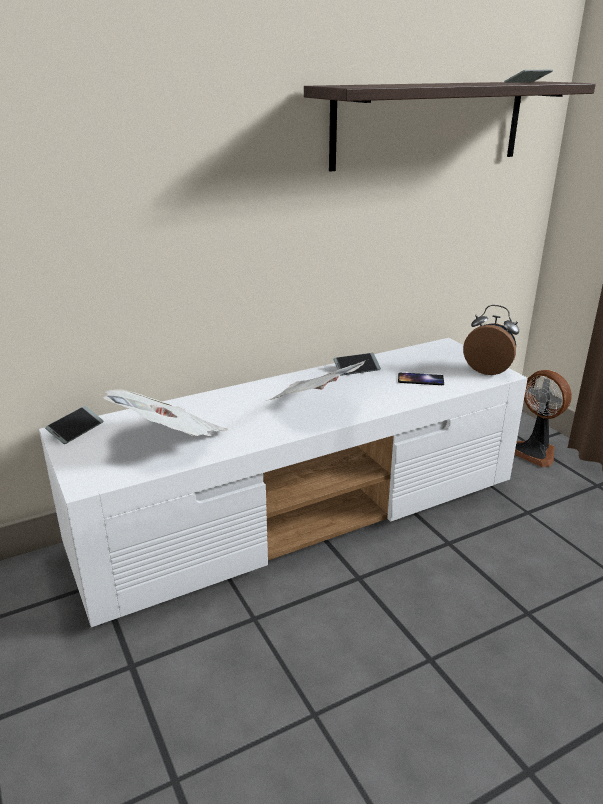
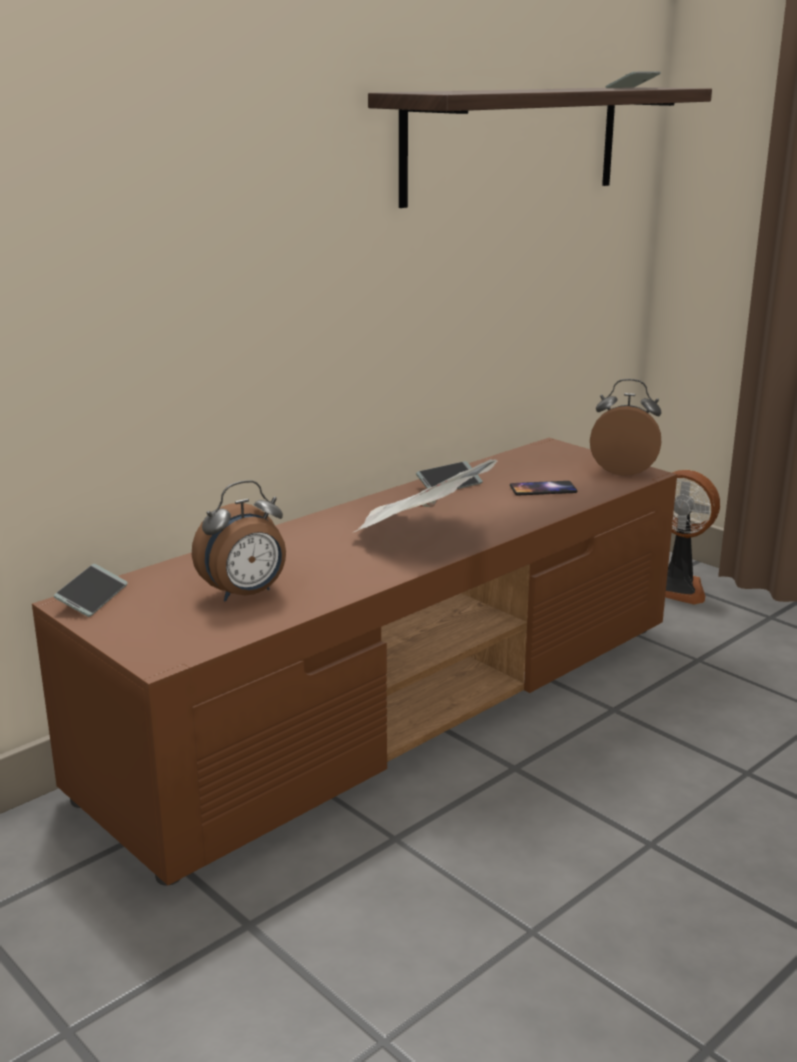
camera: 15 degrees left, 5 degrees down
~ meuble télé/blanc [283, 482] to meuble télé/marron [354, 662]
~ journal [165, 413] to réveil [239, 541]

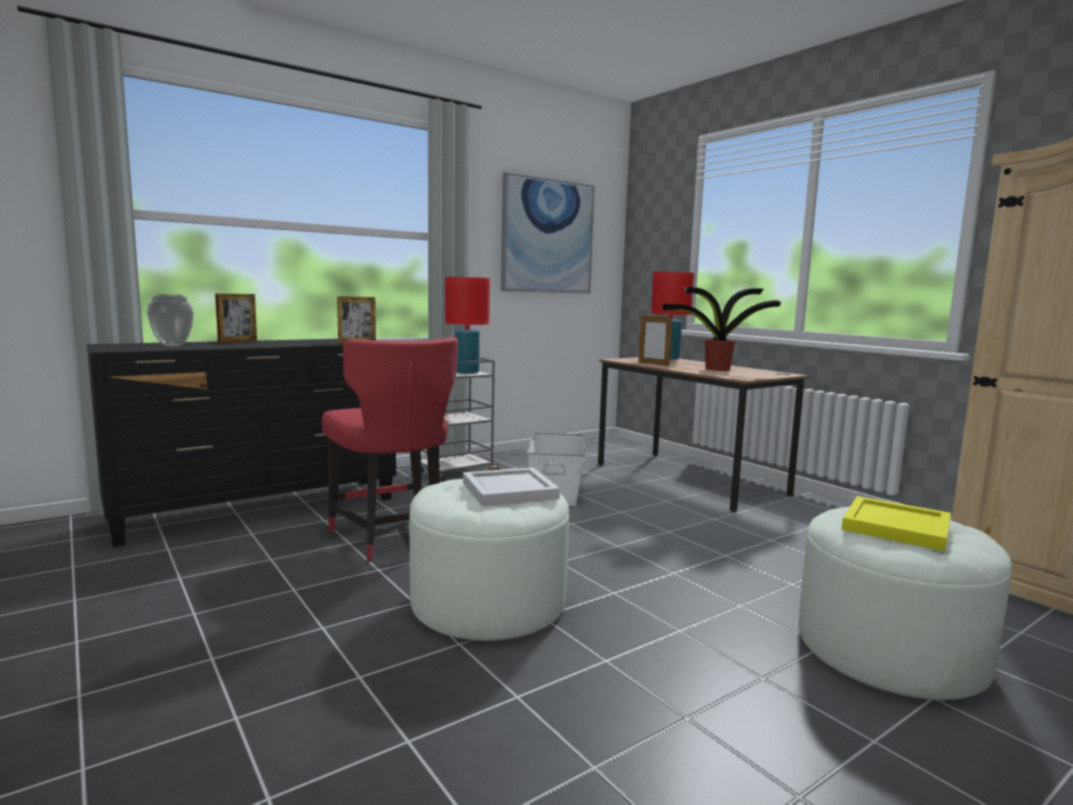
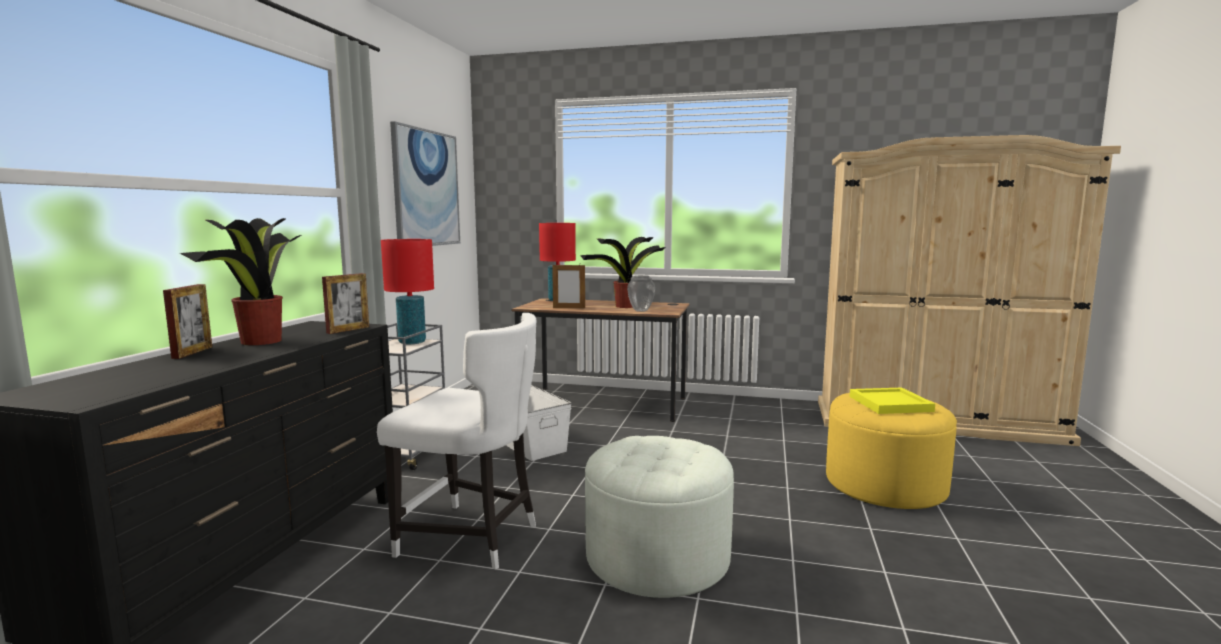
camera: 40 degrees left, 0 degrees up
+ plante en pot [240, 281]
~ chaise/rouge [390, 449] to chaise/blanc [457, 441]
~ vase [170, 320] to [641, 293]
~ pouf/blanc [905, 604] to pouf/jaune [891, 451]
- plateau/blanc [511, 486]

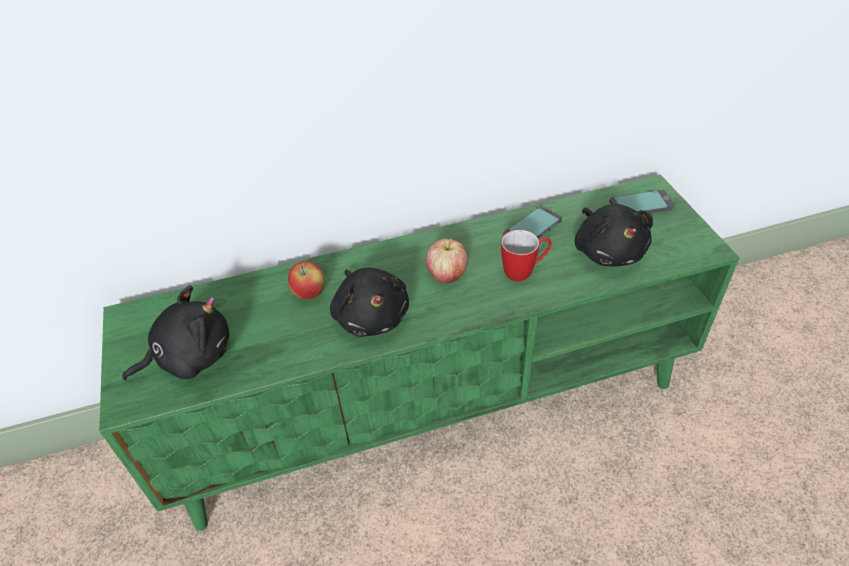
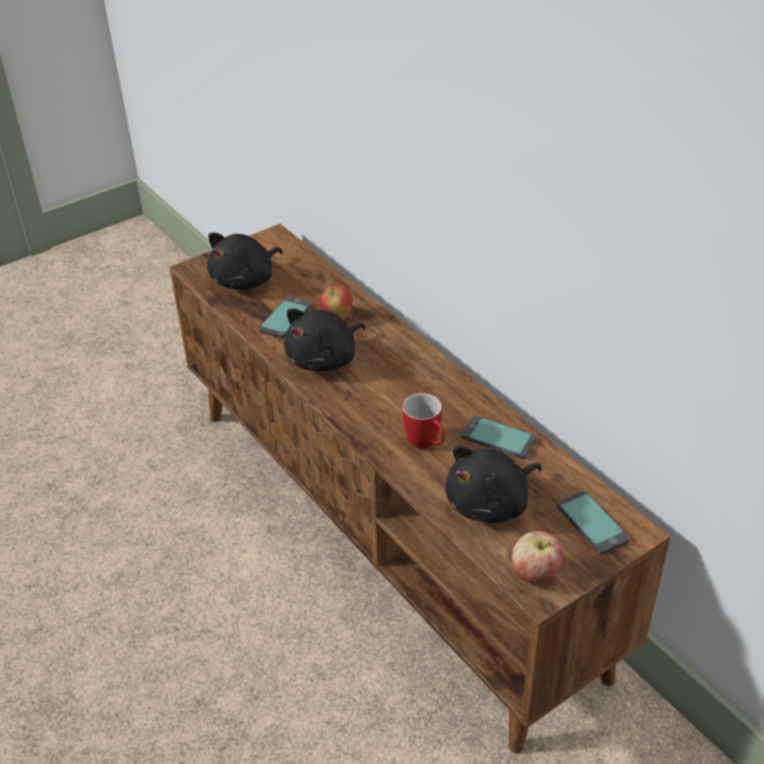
camera: 70 degrees right, 5 degrees down
~ meuble télé/vert [419, 352] to meuble télé/marron [420, 489]
~ peluche/noir [175, 333] = [245, 261] 90 degrees clockwise
+ téléphone [285, 317]
~ pomme [447, 260] to [537, 557]

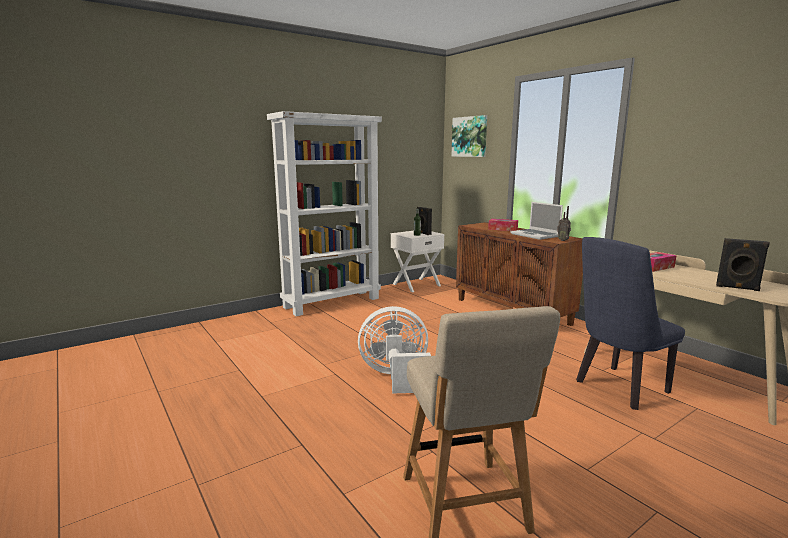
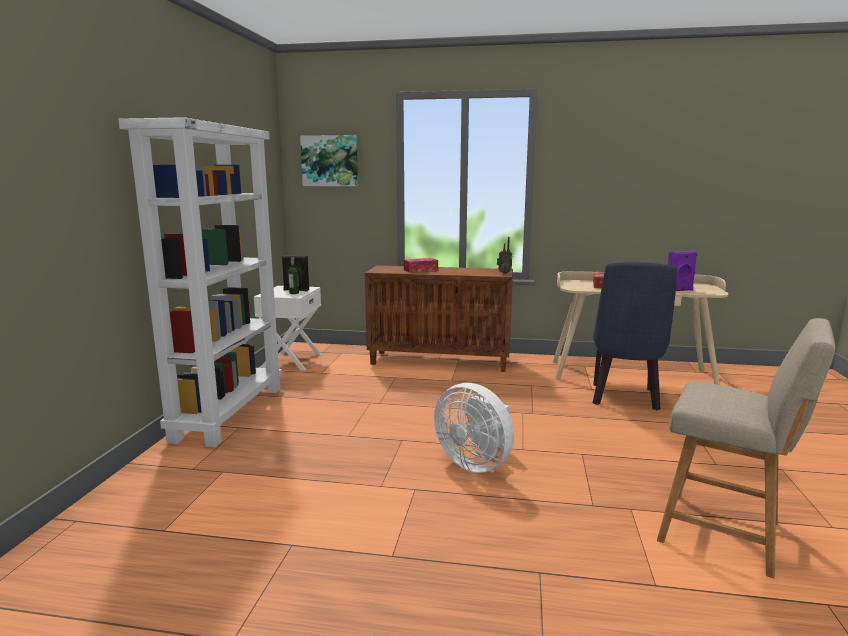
camera: 45 degrees left, 0 degrees up
~ ventilateur/blanc [394, 350] = [474, 428] 90 degrees counterclockwise
~ enceinte/noir [743, 264] to enceinte/violet [683, 271]
- ordinateur portable [536, 221]

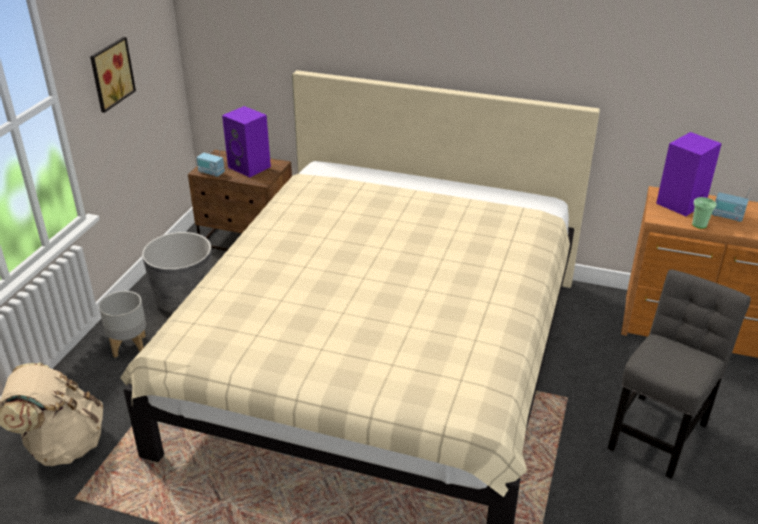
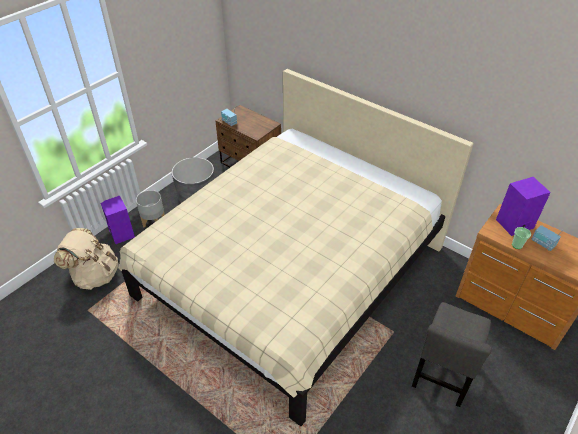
camera: 20 degrees right, 10 degrees up
~ enceinte/violet [246, 141] to [117, 220]
~ chaise/gris [679, 374] = [452, 354] 150 degrees clockwise
- tableau [113, 75]

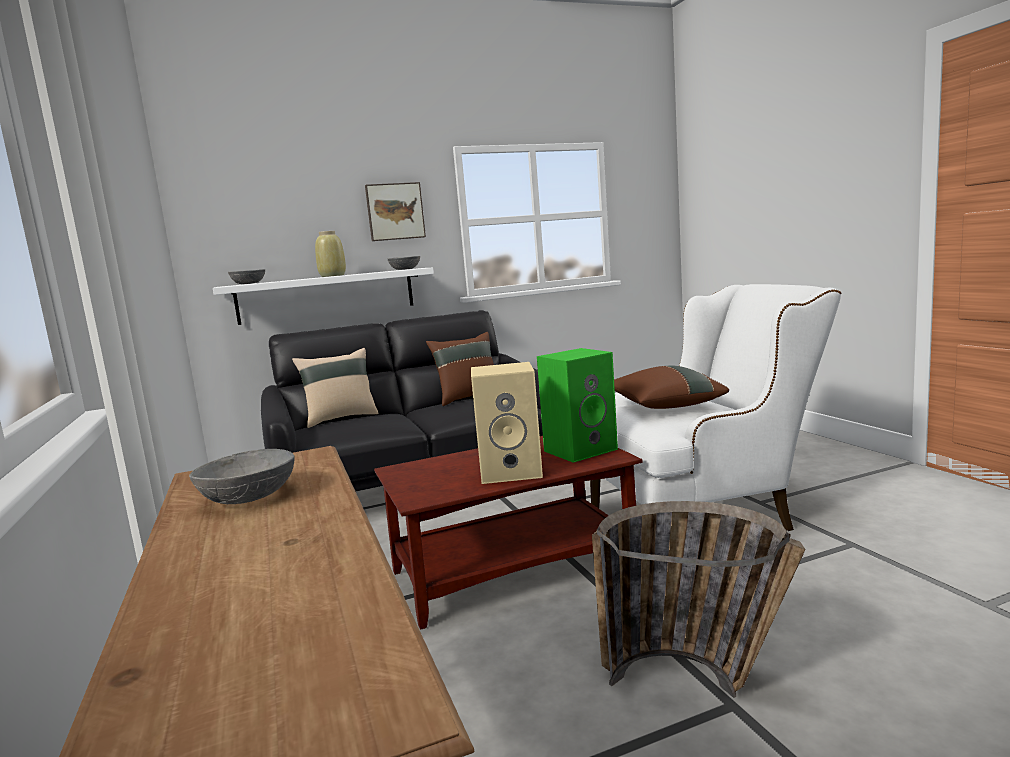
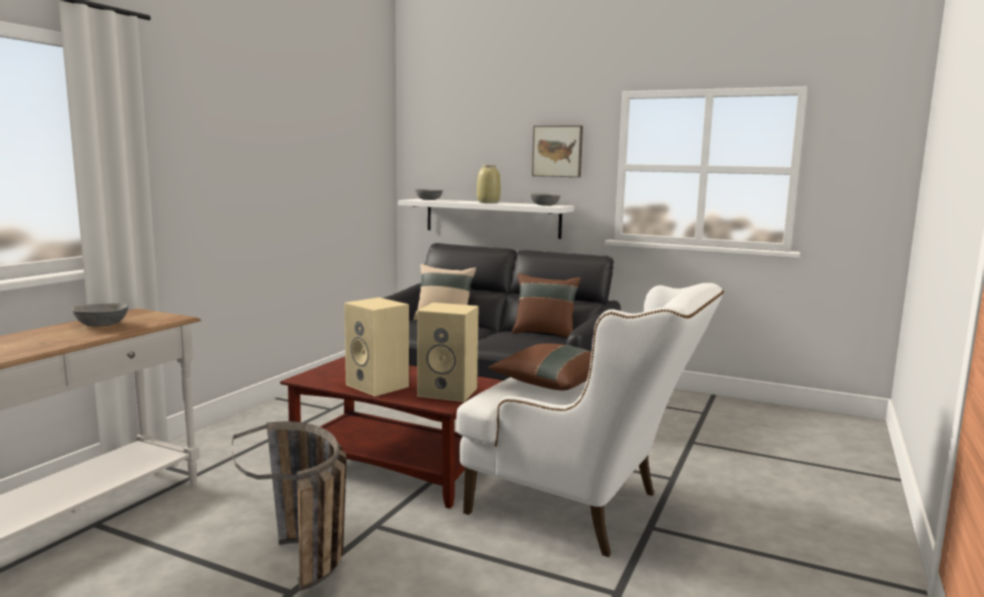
camera: 45 degrees right, 0 degrees up
~ enceinte/vert [577, 405] to enceinte/beige [448, 352]

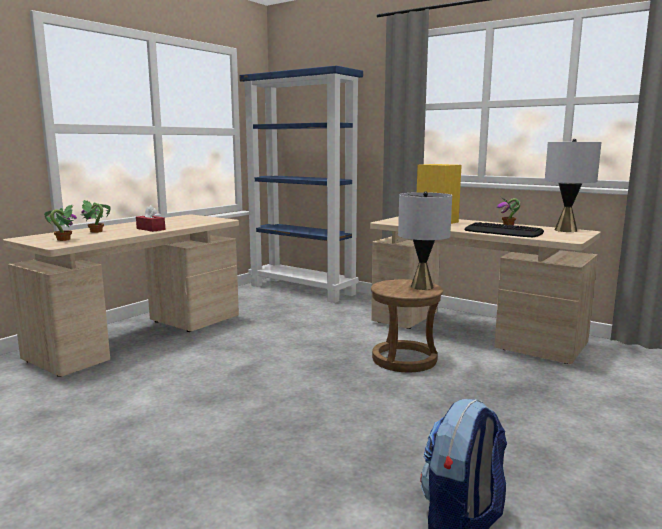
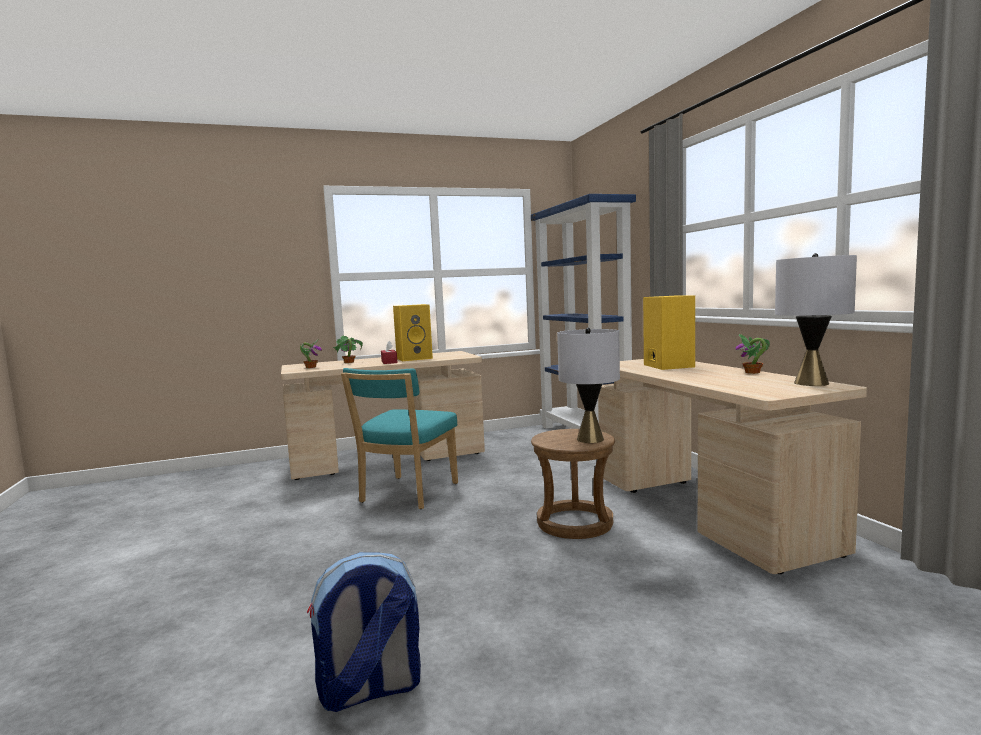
camera: 35 degrees right, 5 degrees down
+ chaise/turquoise [399, 438]
+ enceinte/jaune [413, 332]
- clavier [504, 229]

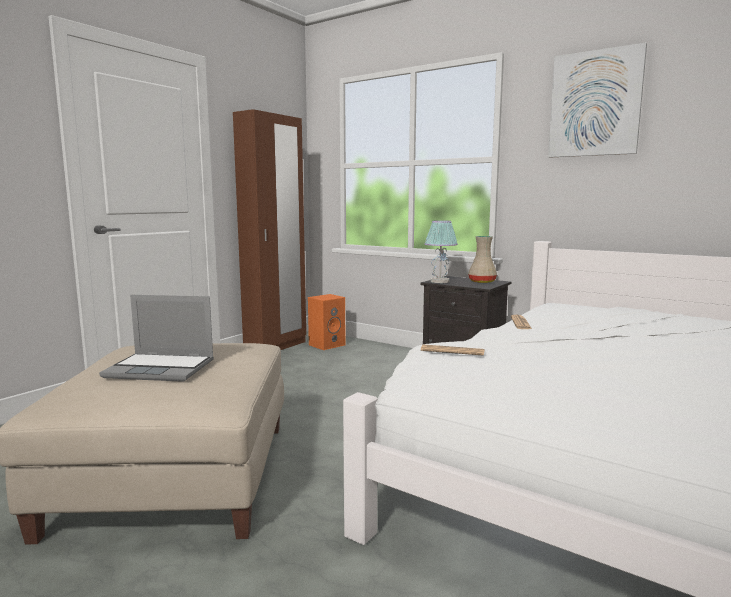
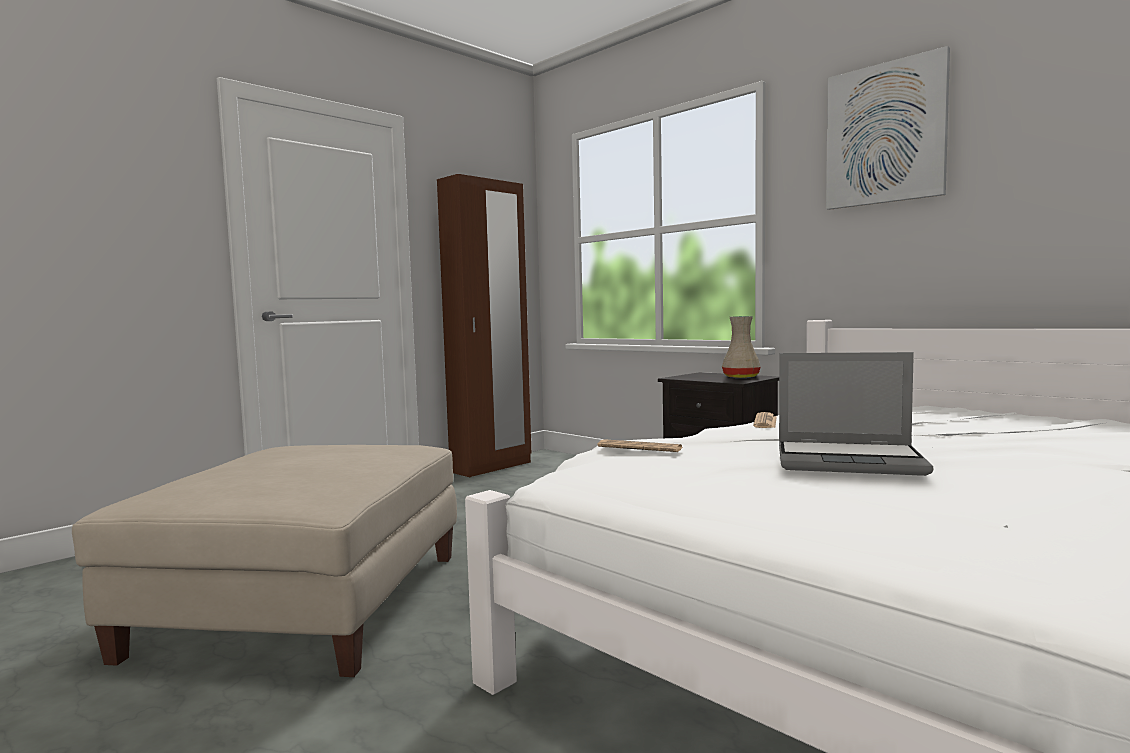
camera: 10 degrees right, 5 degrees down
~ ordinateur portable [156, 338] to [856, 414]
- enceinte/orange [327, 322]
- lampe de table [441, 251]

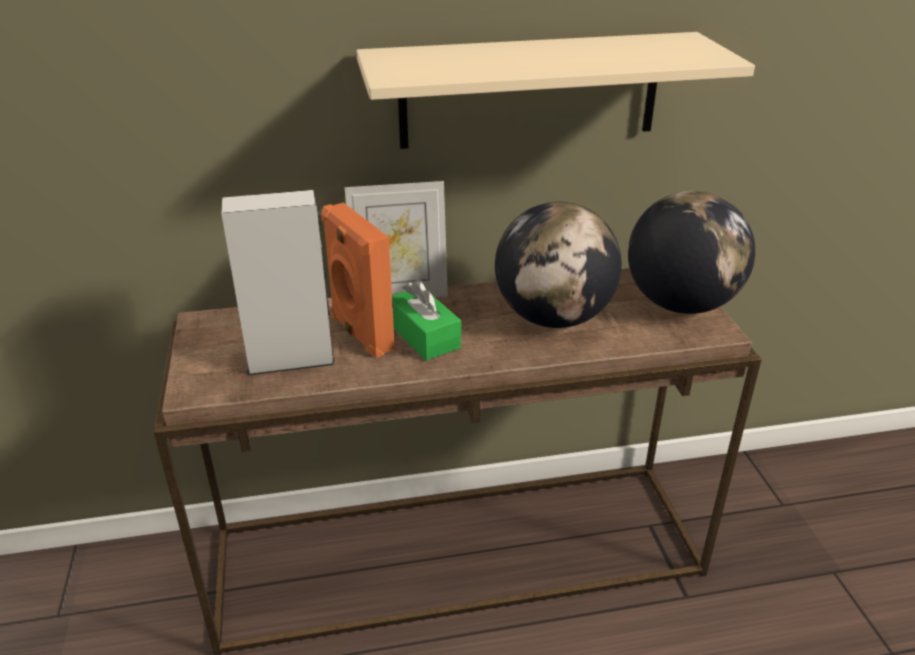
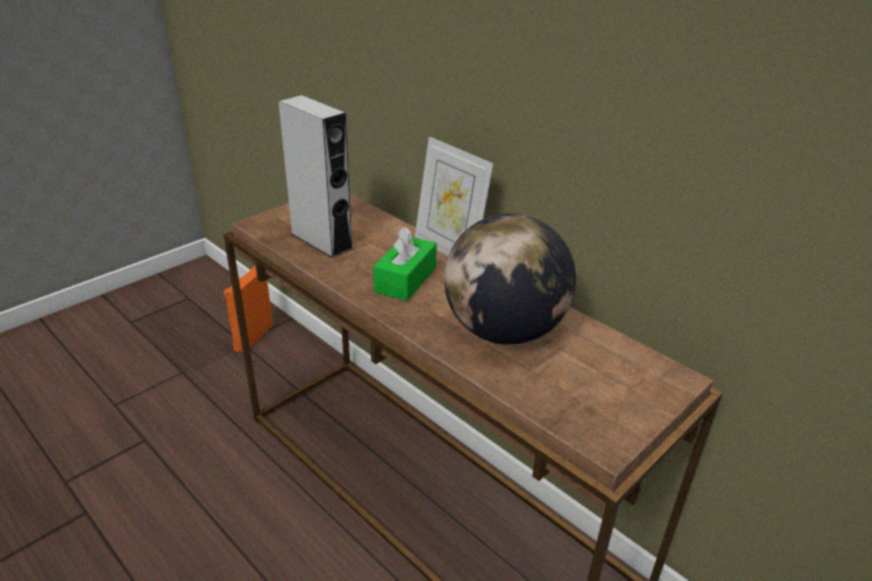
camera: 55 degrees right, 0 degrees up
~ enceinte/orange [358, 280] to [248, 309]
- étagère/beige [555, 90]
- globe [691, 252]

